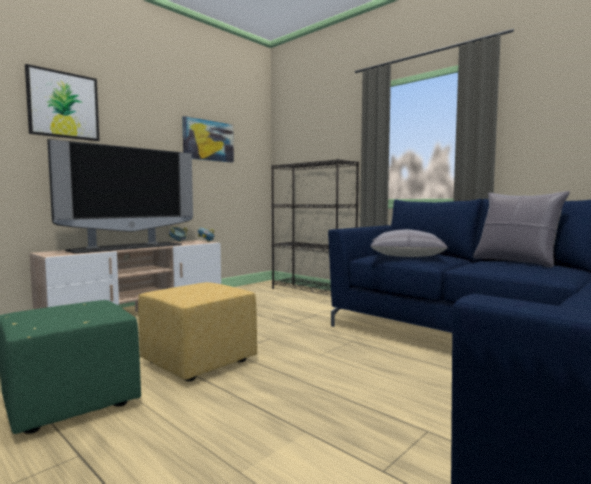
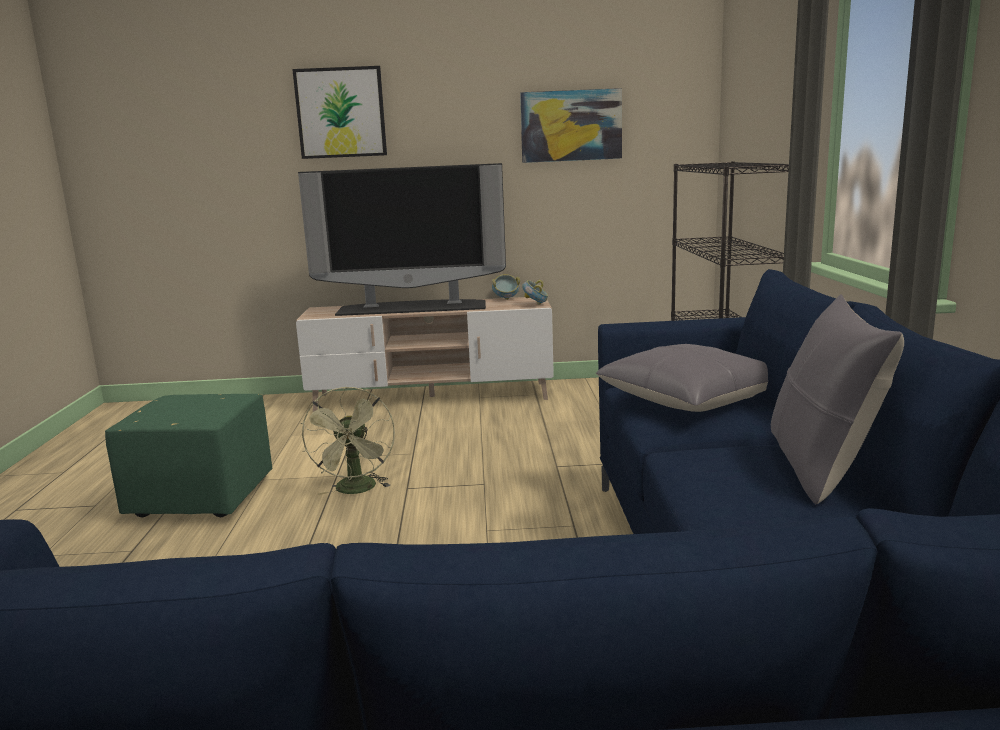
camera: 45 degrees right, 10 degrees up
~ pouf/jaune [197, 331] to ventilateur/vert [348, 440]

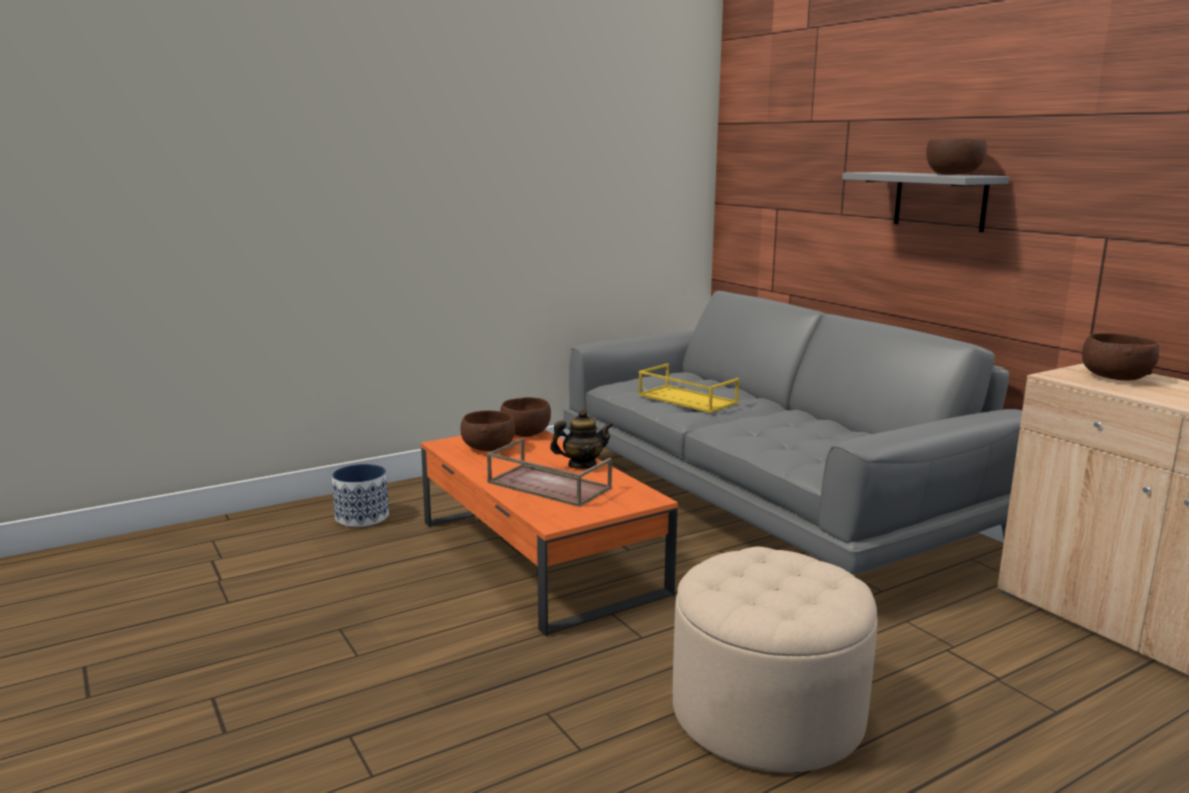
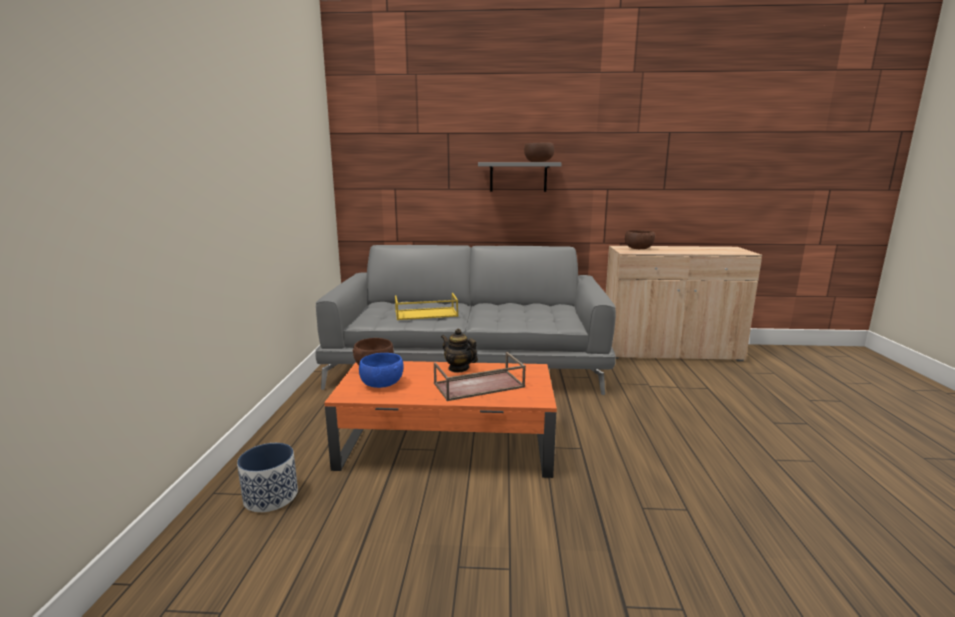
camera: 55 degrees left, 0 degrees up
~ bol/marron [487, 431] to bol/bleu [381, 370]
~ théière [582, 439] = [459, 351] 75 degrees counterclockwise
- pouf/beige [775, 660]

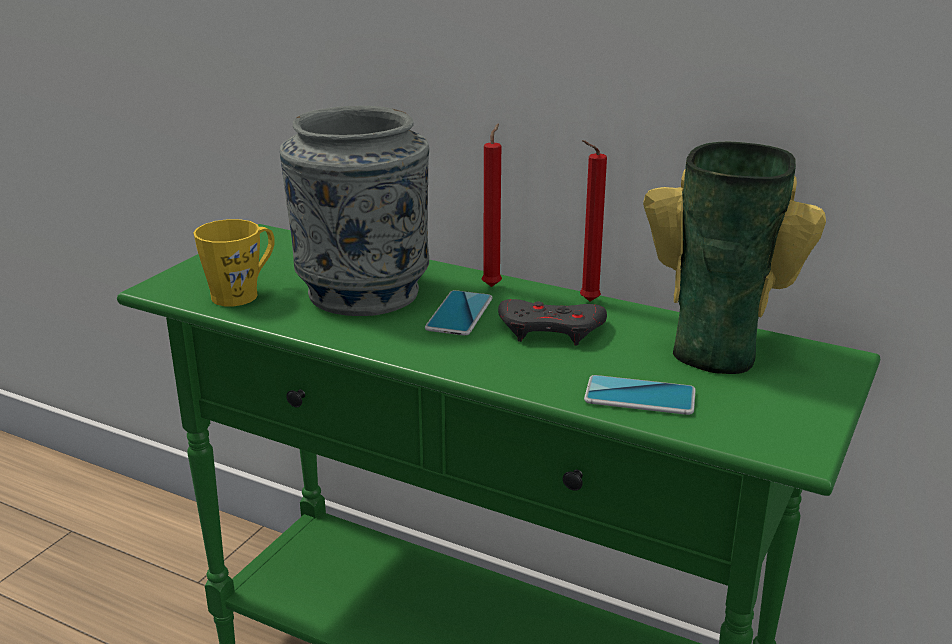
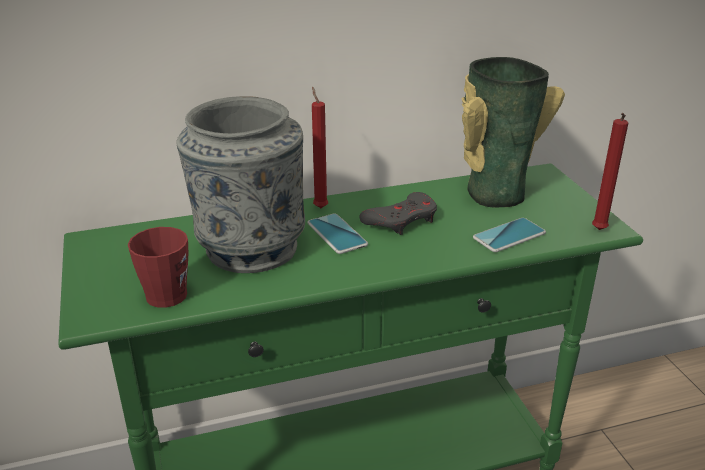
camera: 45 degrees left, 5 degrees up
~ mug/jaune [234, 262] to mug/rouge [158, 267]
~ bougie/rouge [593, 220] to [610, 171]

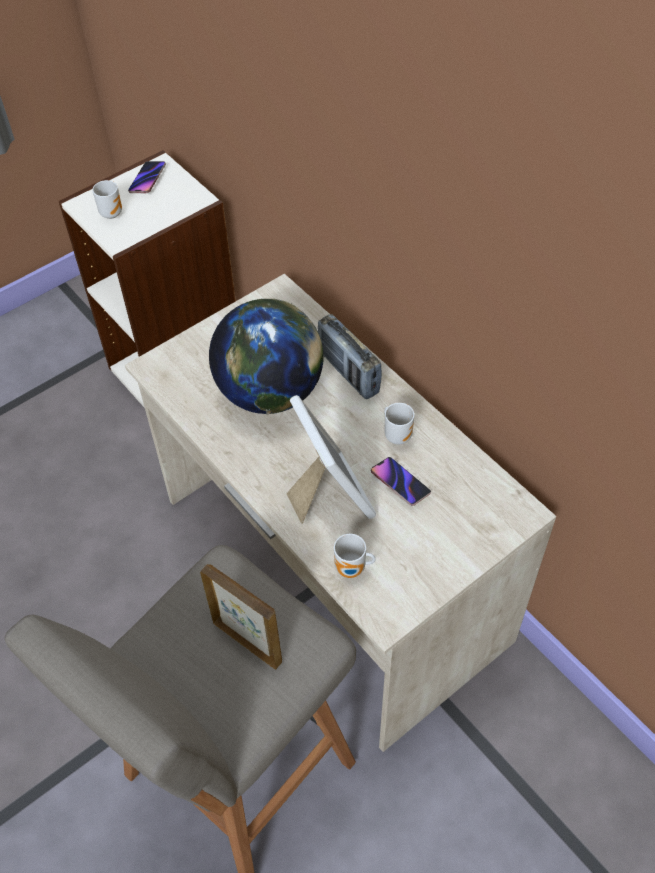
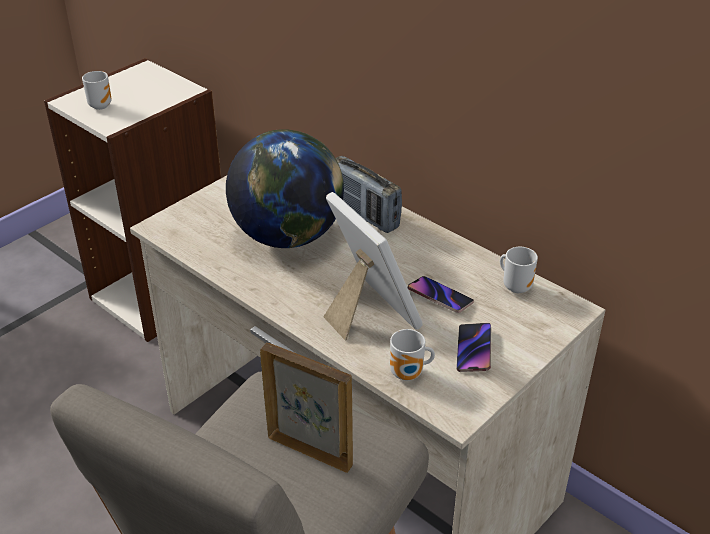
camera: 10 degrees left, 15 degrees down
~ téléphone [147, 177] to [473, 347]
~ mug [399, 423] to [519, 270]

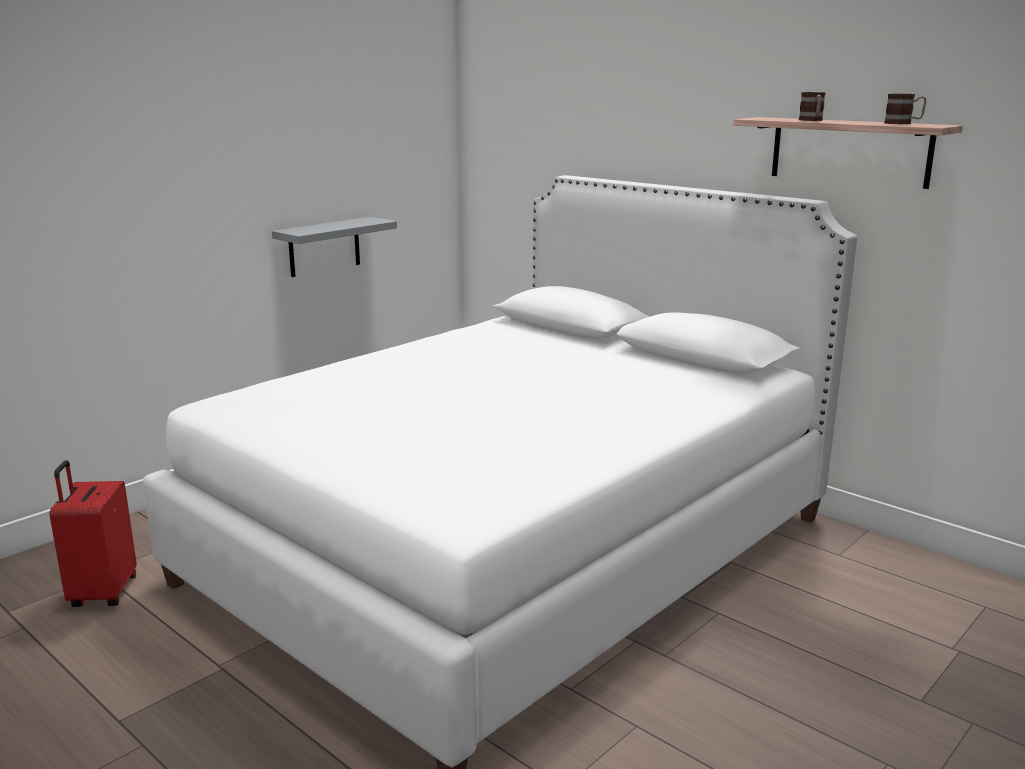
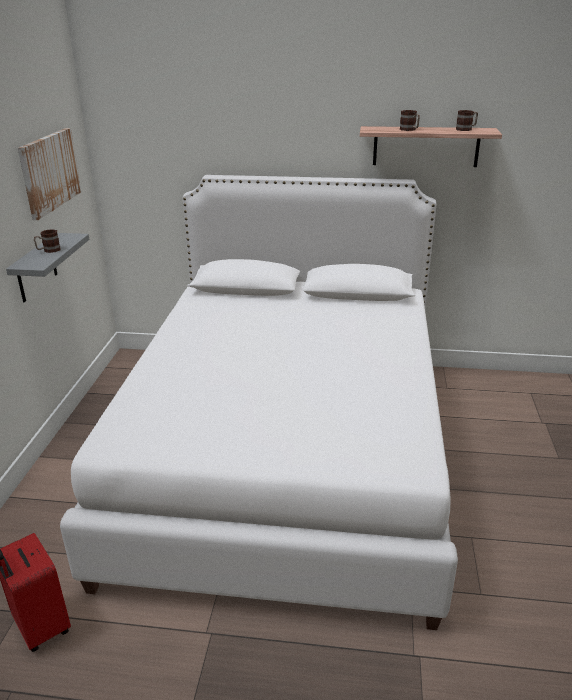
camera: 35 degrees left, 10 degrees up
+ tableau [49, 174]
+ mug [47, 241]

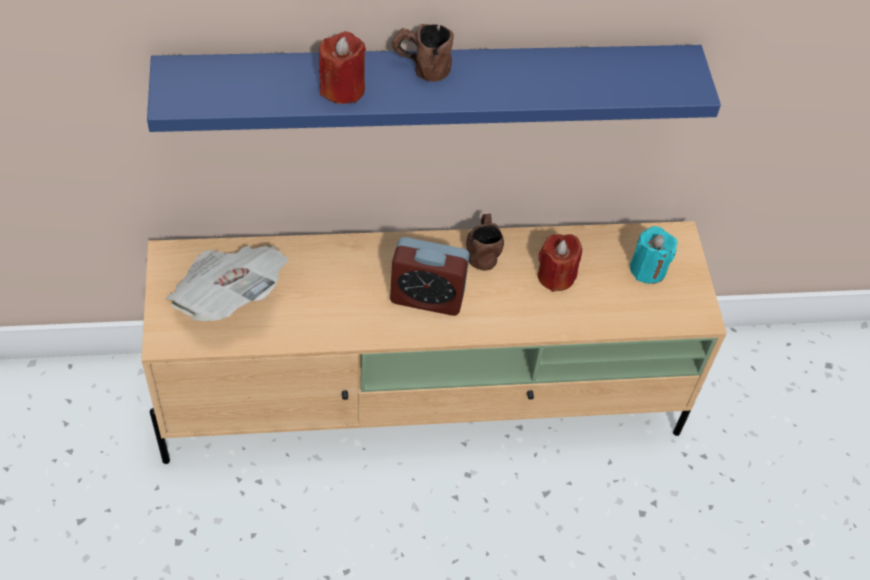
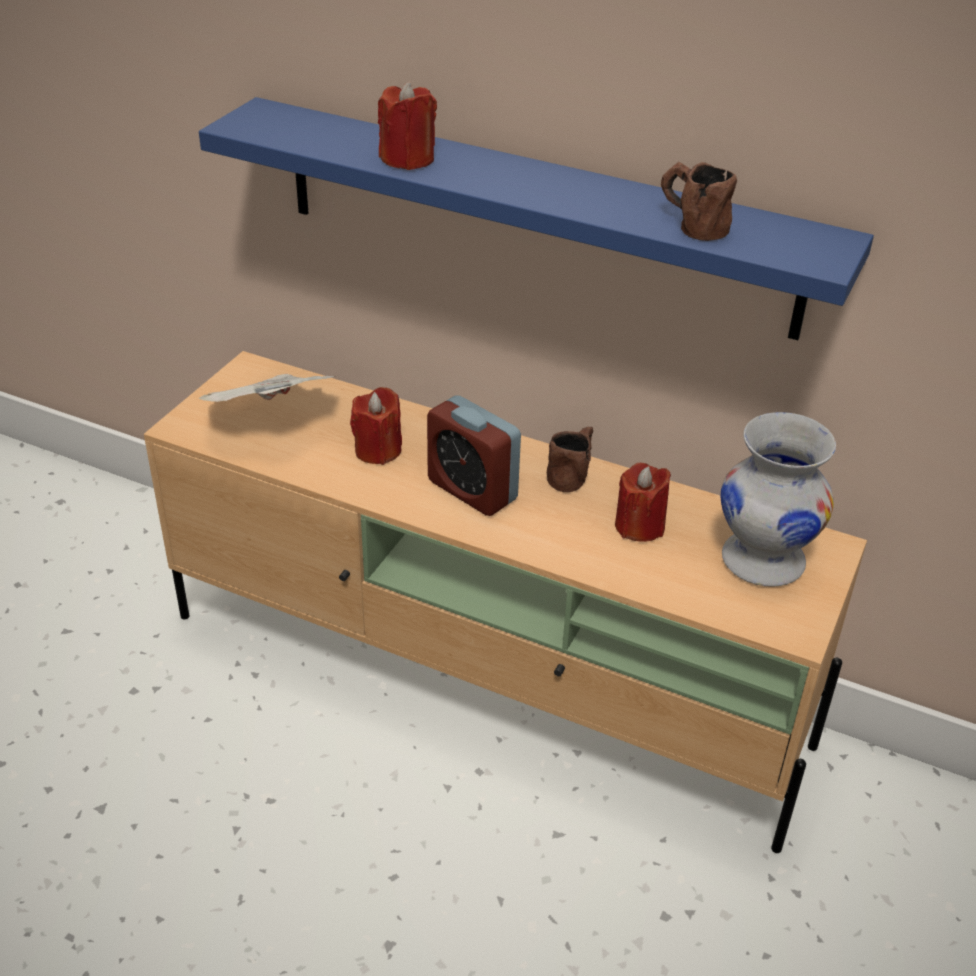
camera: 35 degrees right, 15 degrees down
+ bougie/rouge [376, 426]
~ mug/marron [422, 53] to [699, 201]
~ bougie/turquoise [653, 255] to vase/blanc [778, 499]

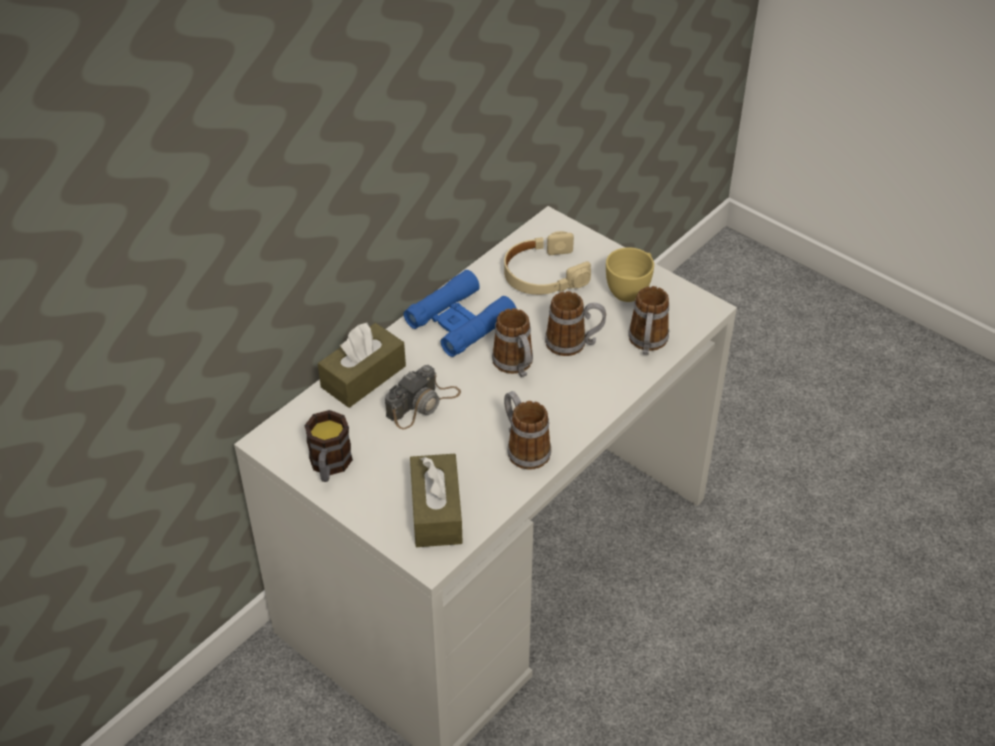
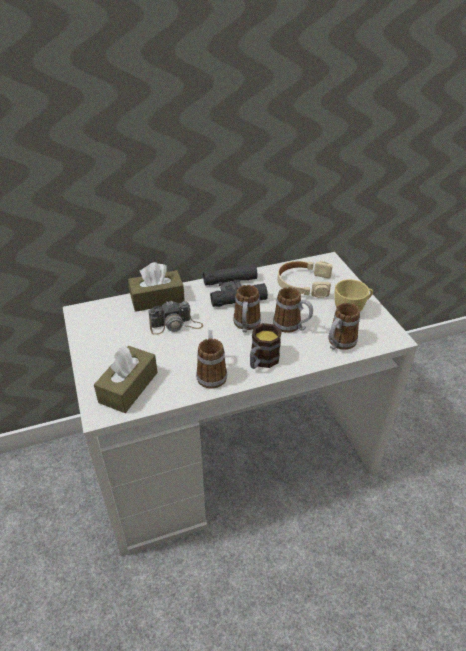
camera: 30 degrees right, 5 degrees down
~ jumelles/bleu [460, 313] to jumelles/noir [235, 285]
~ mug [328, 446] to [266, 346]

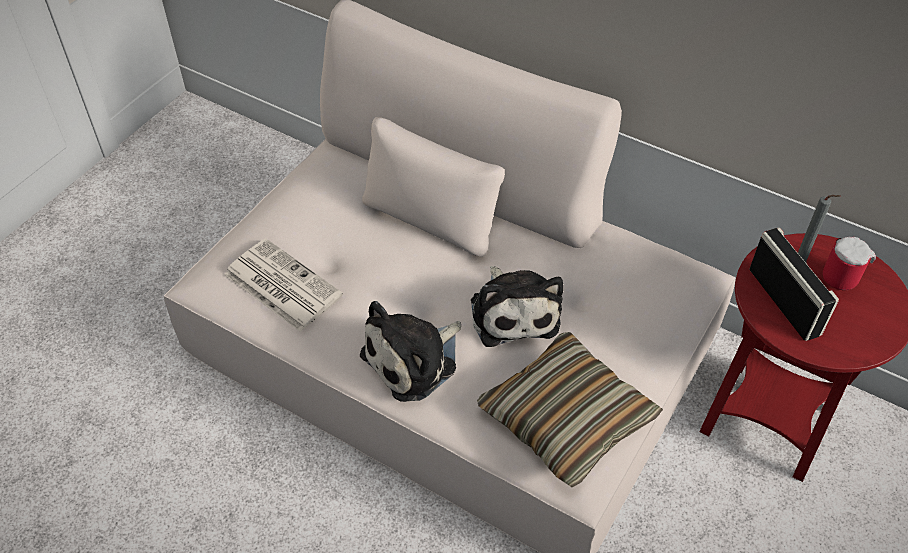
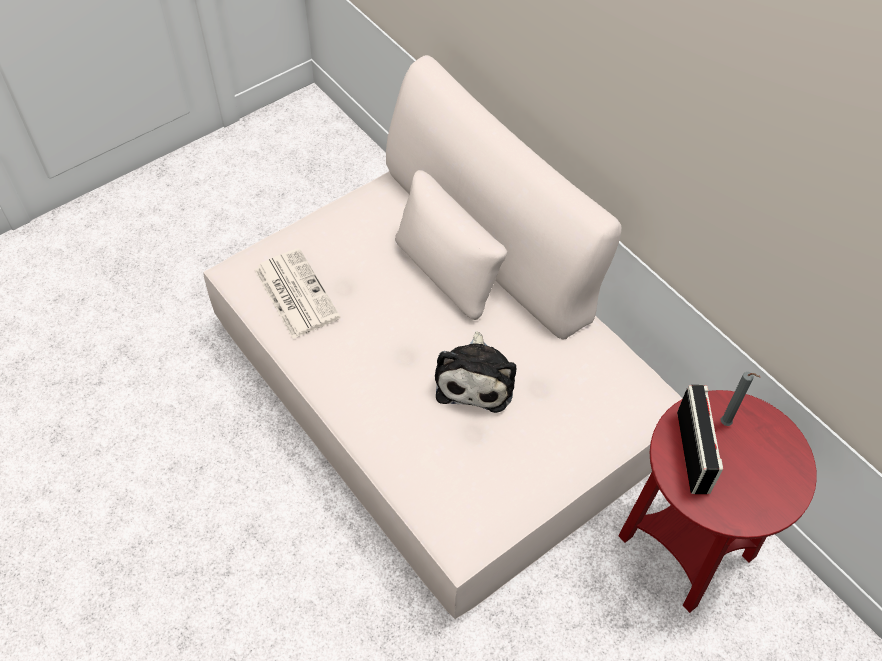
camera: 20 degrees right, 5 degrees up
- peluche [410, 351]
- coussin [570, 409]
- mug [849, 263]

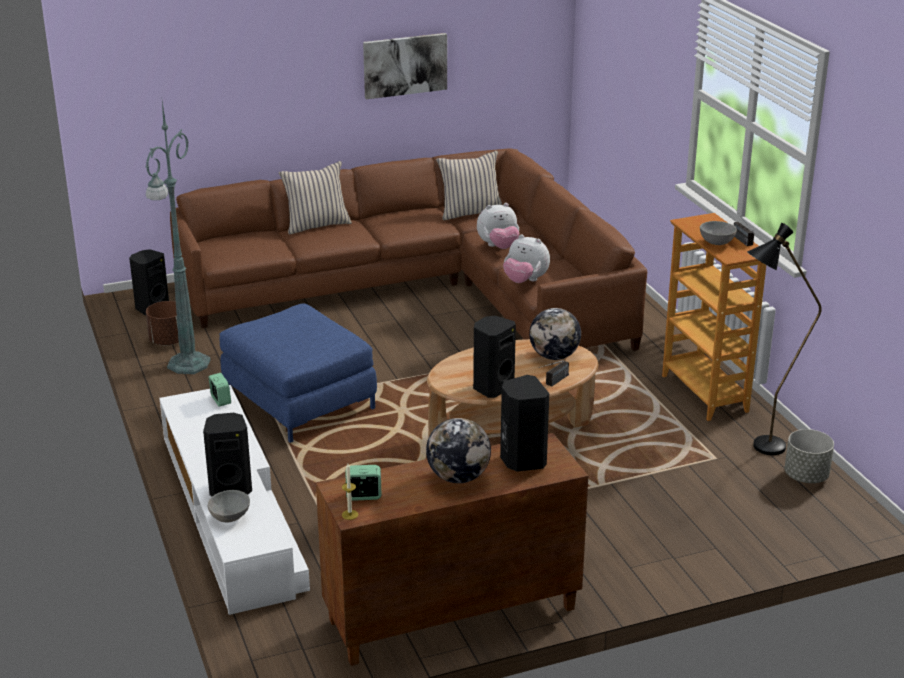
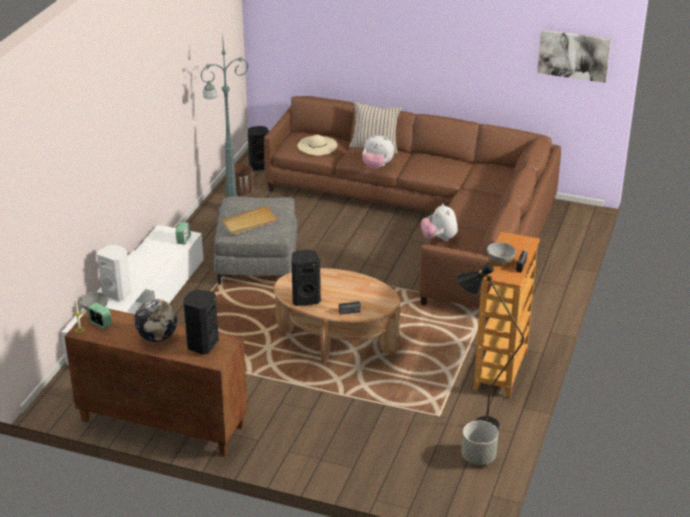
camera: 40 degrees right, 5 degrees up
~ enceinte/noir [227, 454] to enceinte/blanc [114, 273]
~ pouf/bleu [298, 373] to pouf/gris [255, 241]
+ plateau/beige [251, 220]
+ chapeau/beige [317, 145]
~ peluche [498, 226] to [378, 151]
~ tableau [405, 66] to [574, 56]
- coussin/beige [469, 185]
- globe [555, 334]

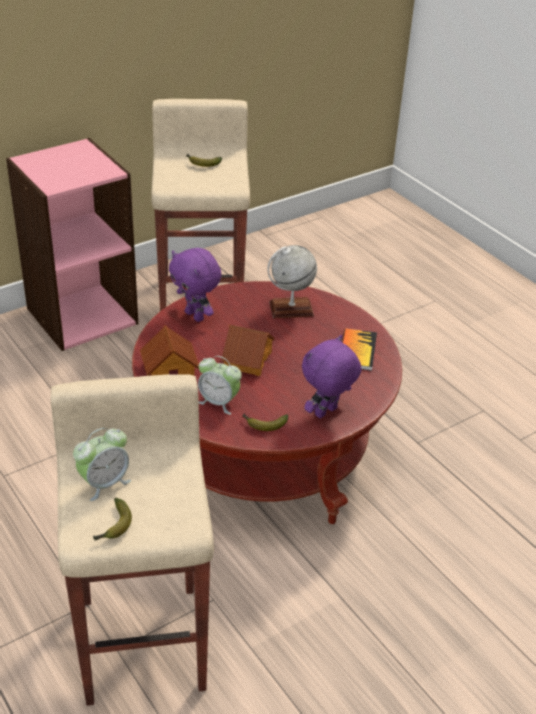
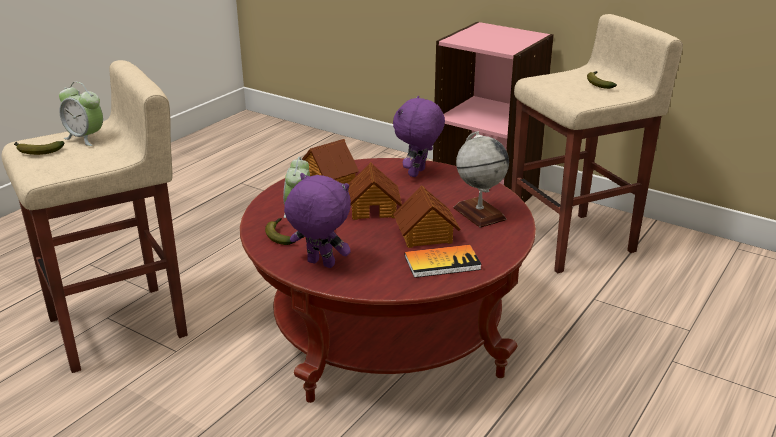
camera: 70 degrees right, 10 degrees down
+ maison miniature [427, 216]

